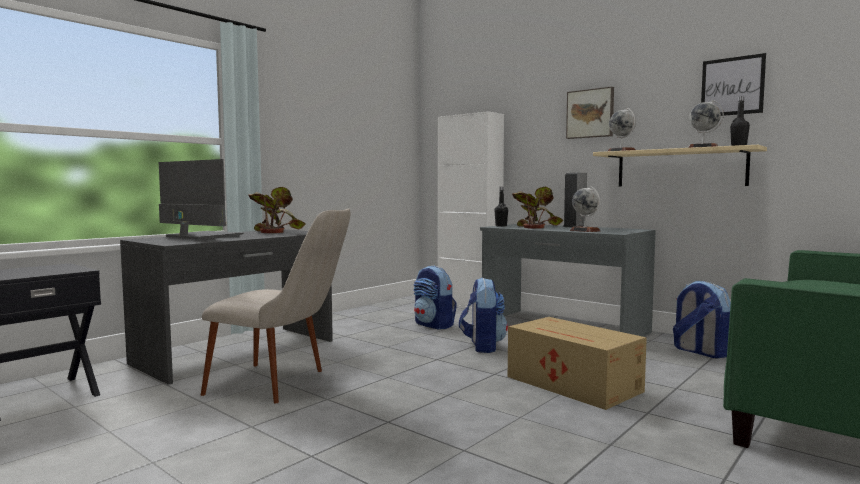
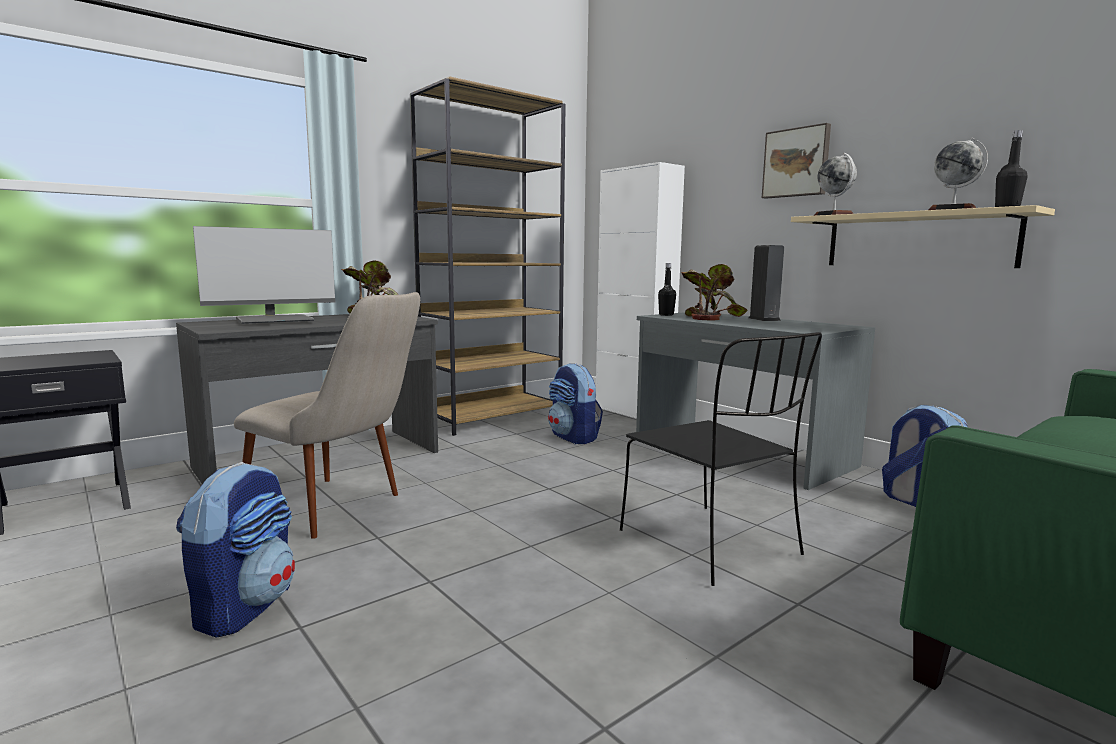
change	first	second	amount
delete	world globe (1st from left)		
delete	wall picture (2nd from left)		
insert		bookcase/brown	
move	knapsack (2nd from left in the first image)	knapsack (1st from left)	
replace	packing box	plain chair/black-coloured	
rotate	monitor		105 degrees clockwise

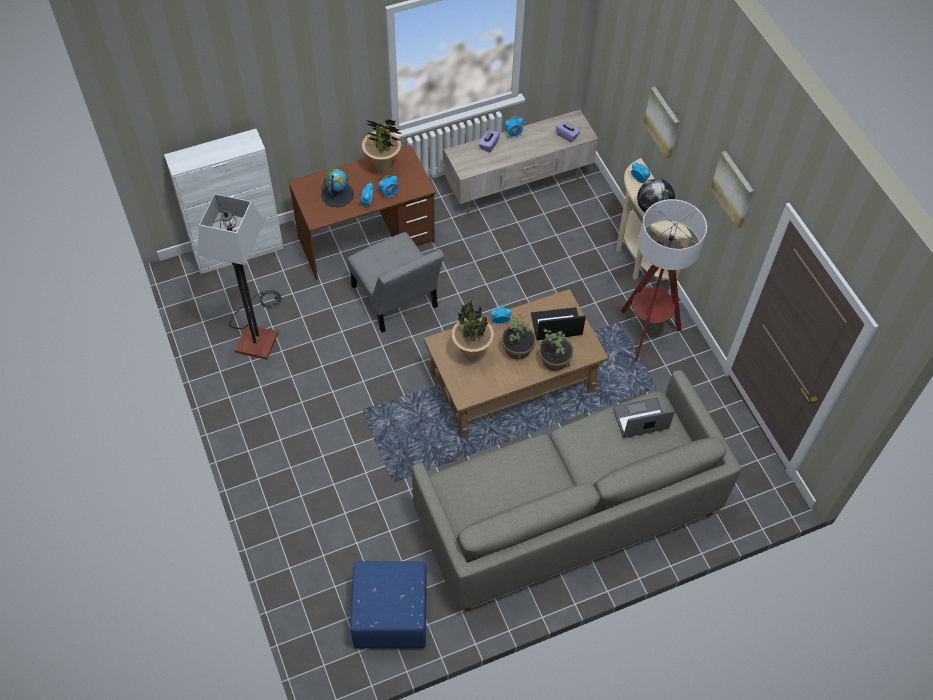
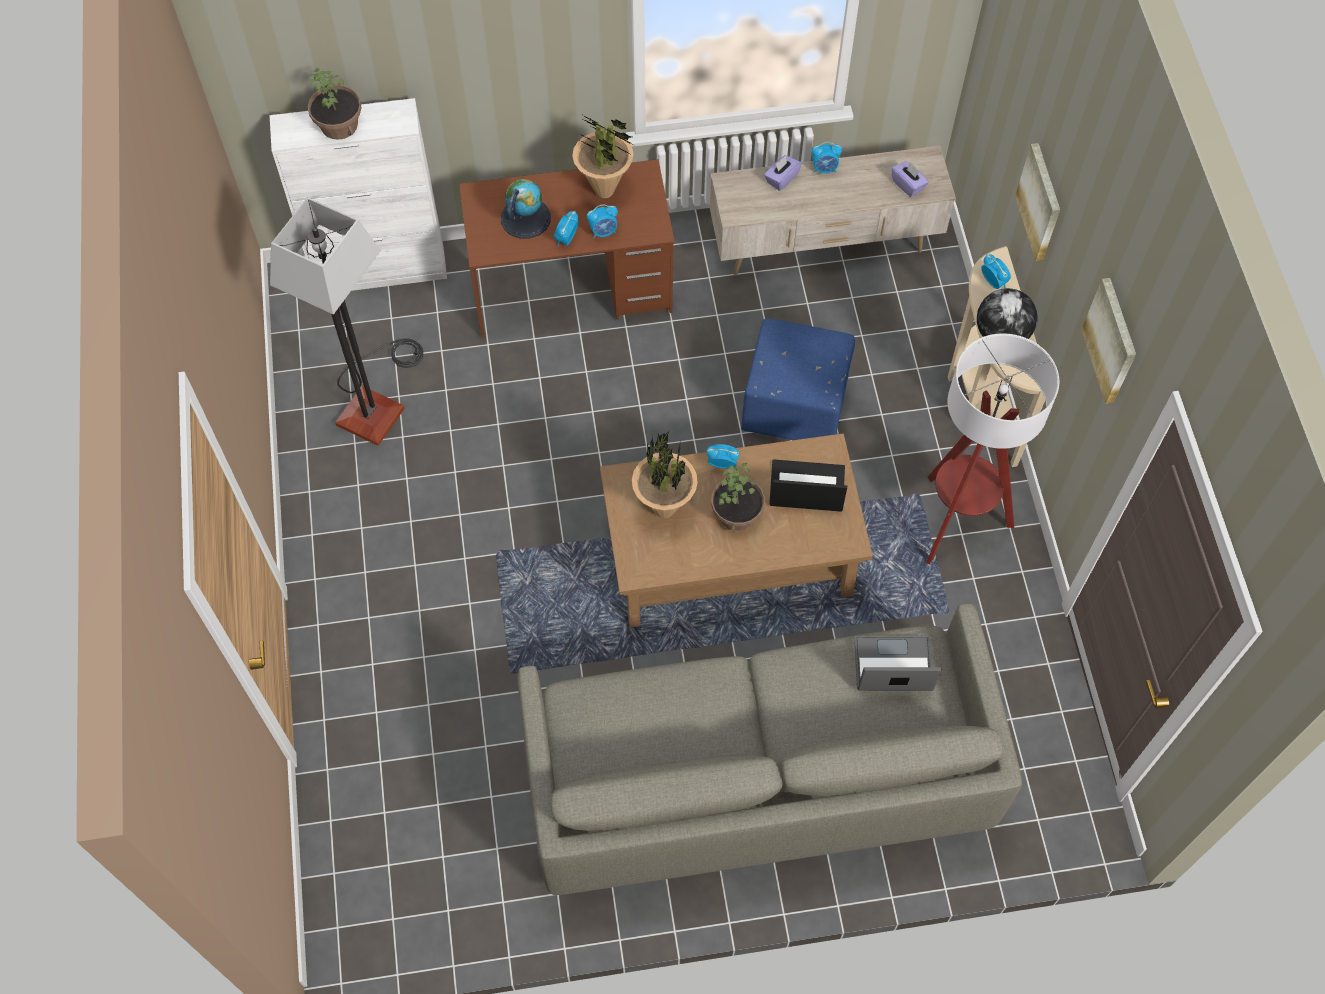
change	first	second	amount
delete	plain chair/grey		
move	ottoman/blue-coloured		
move	houseplant (4th from left in the first image)	houseplant (1st from left)	

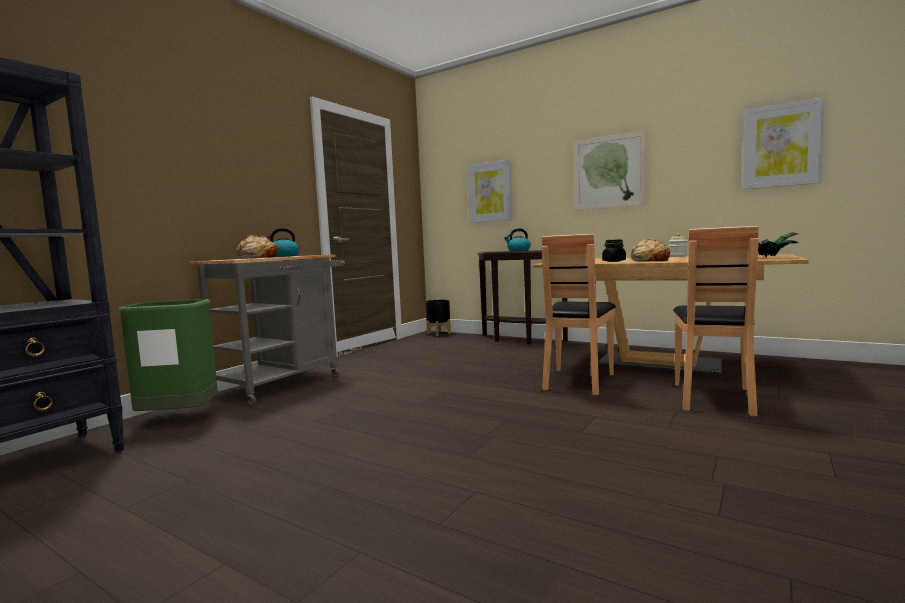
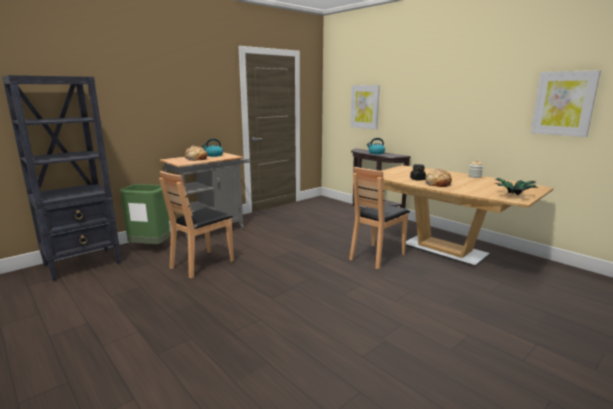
change	first	second	amount
delete	planter/black-coloured		
delete	wall picture (2nd from left)		
move	plain chair/brown (2nd from left in the first image)	plain chair/brown (1st from left)	

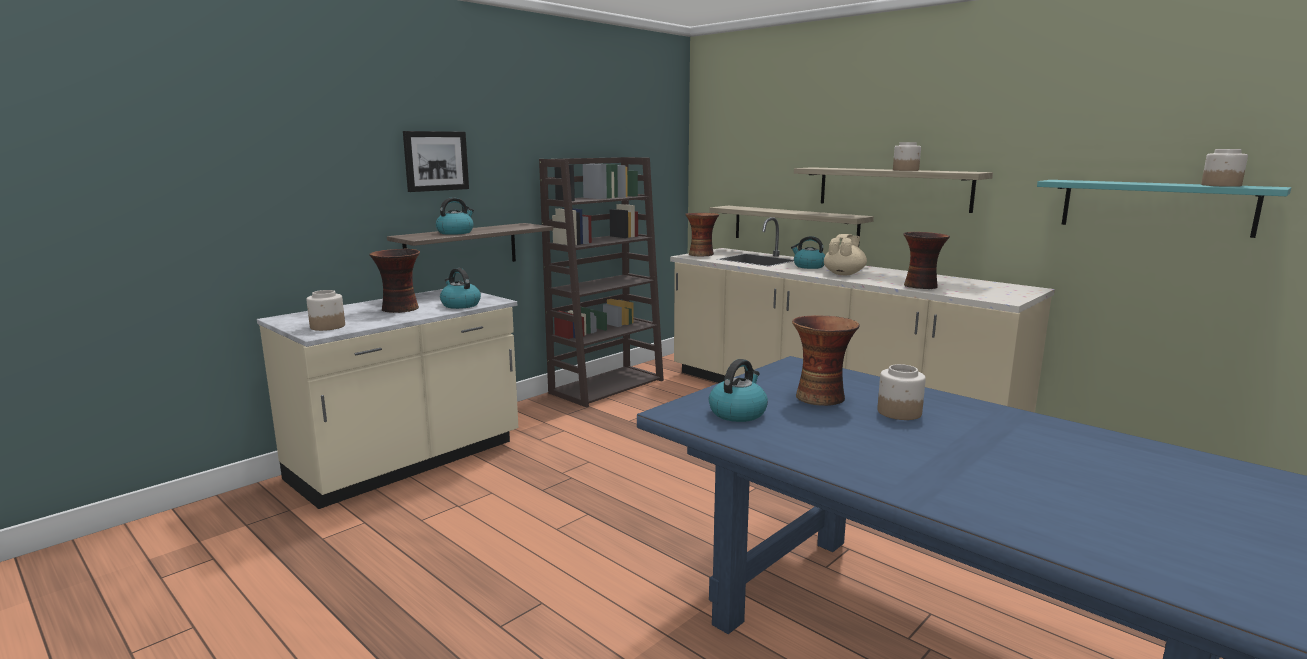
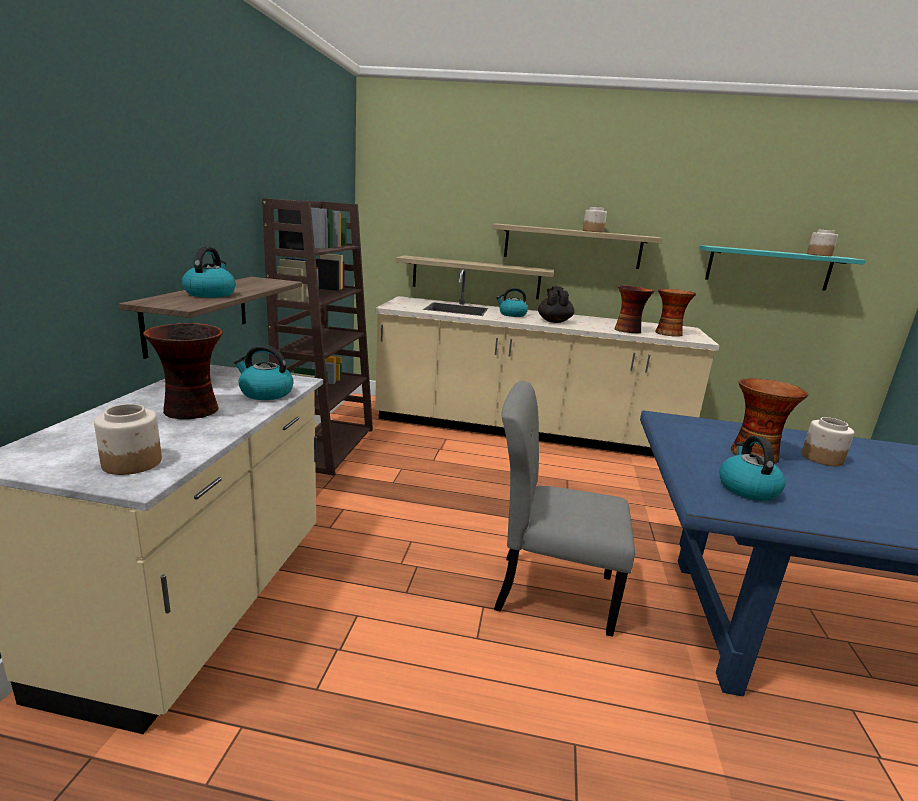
change	first	second	amount
delete	wall picture		
insert		plain chair/grey	
move	vase (2nd from left in the first image)	vase (3rd from left)	
recolor	teapot/sand-coloured	teapot/black-coloured	

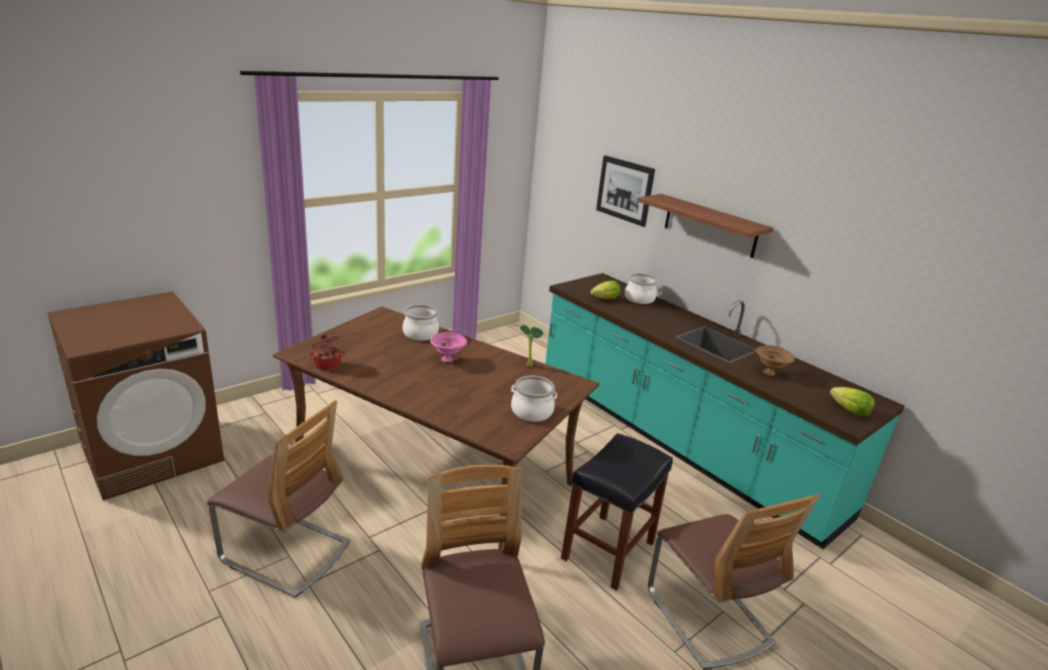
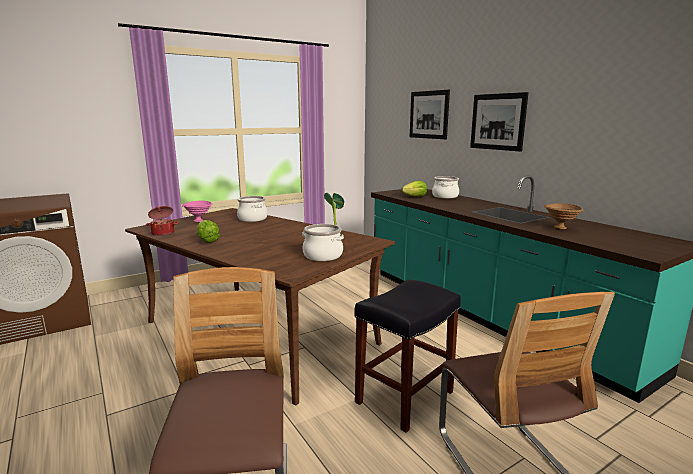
change	first	second	amount
delete	plain chair (1st from left)		
move	serving bowl/pinkish		
move	lettuce (2nd from left in the first image)	lettuce (1st from left)	
replace	shelf	wall picture (2nd from left)	

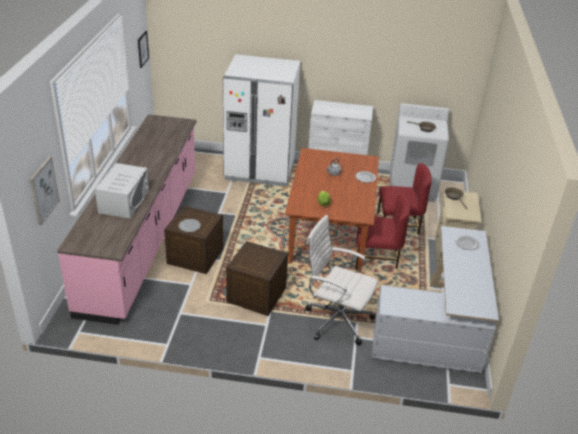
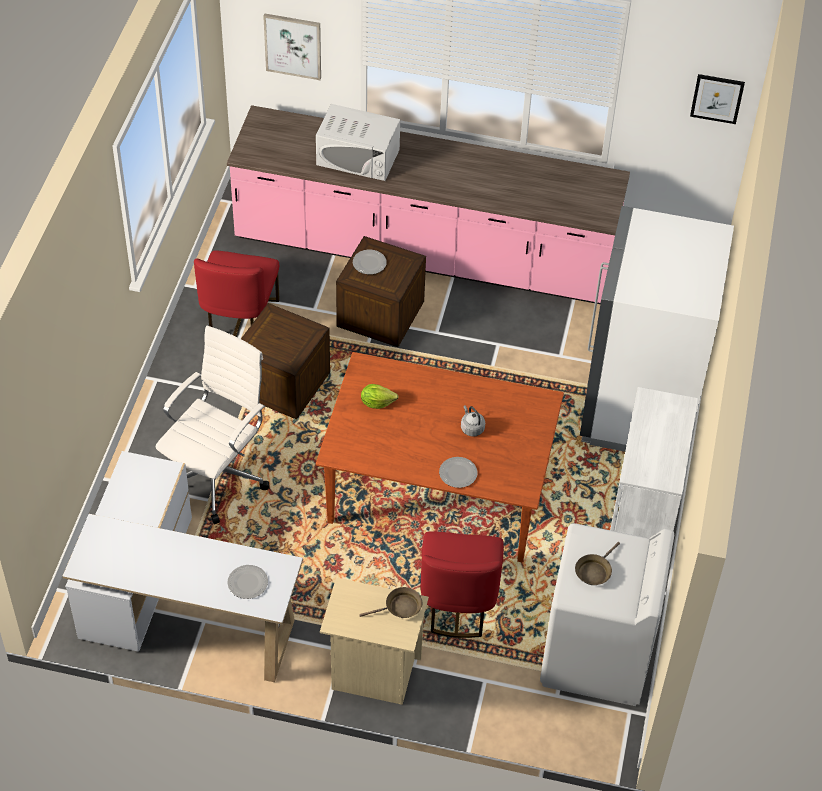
change	first	second	amount
move	plain chair/red (1st from left)		

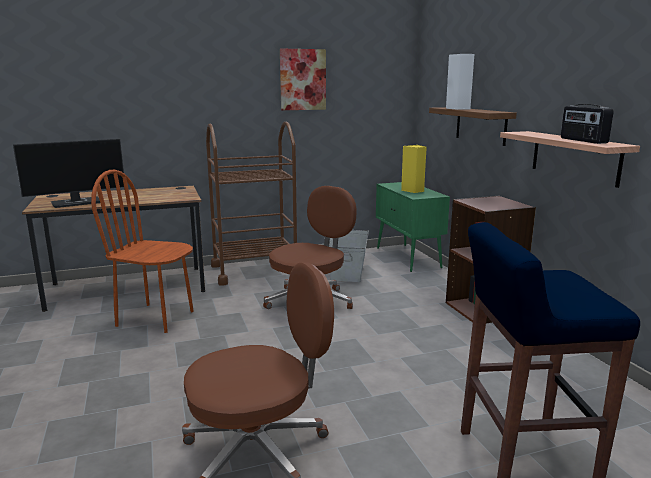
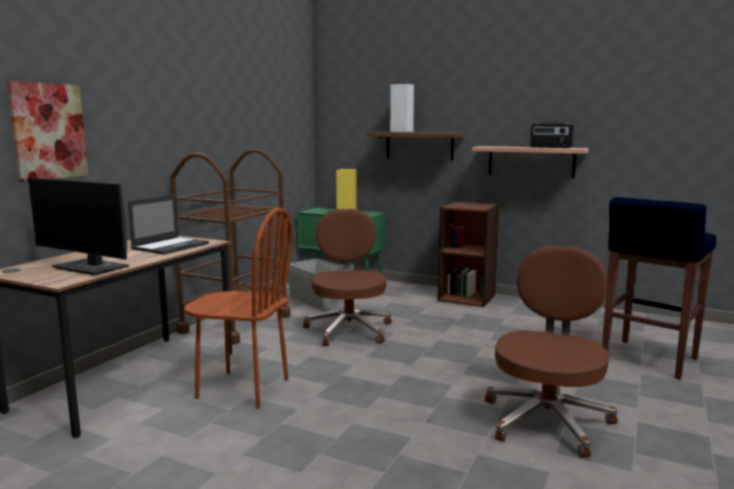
change	first	second	amount
insert		portable computer	
move	wall picture		
rotate	monitor		105 degrees clockwise
rotate	plain chair/brown		135 degrees counterclockwise

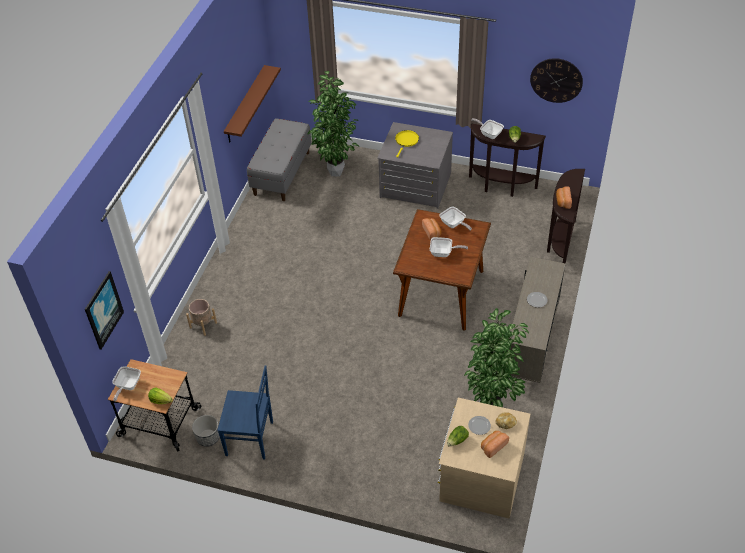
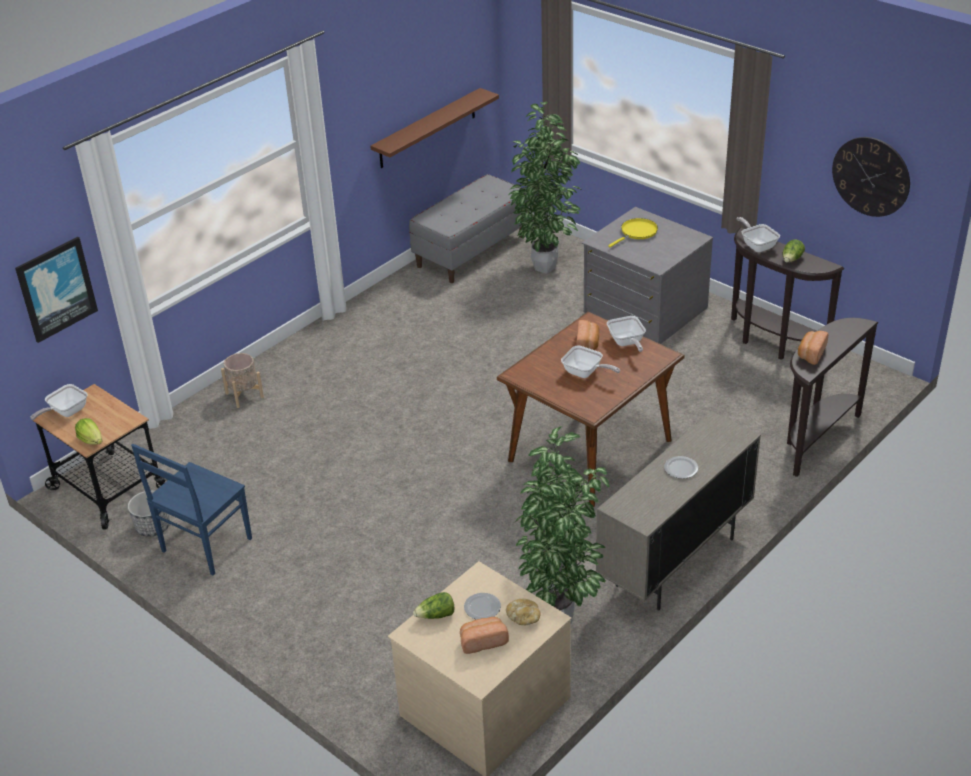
change	first	second	amount
rotate	plain chair/blue-coloured		90 degrees clockwise

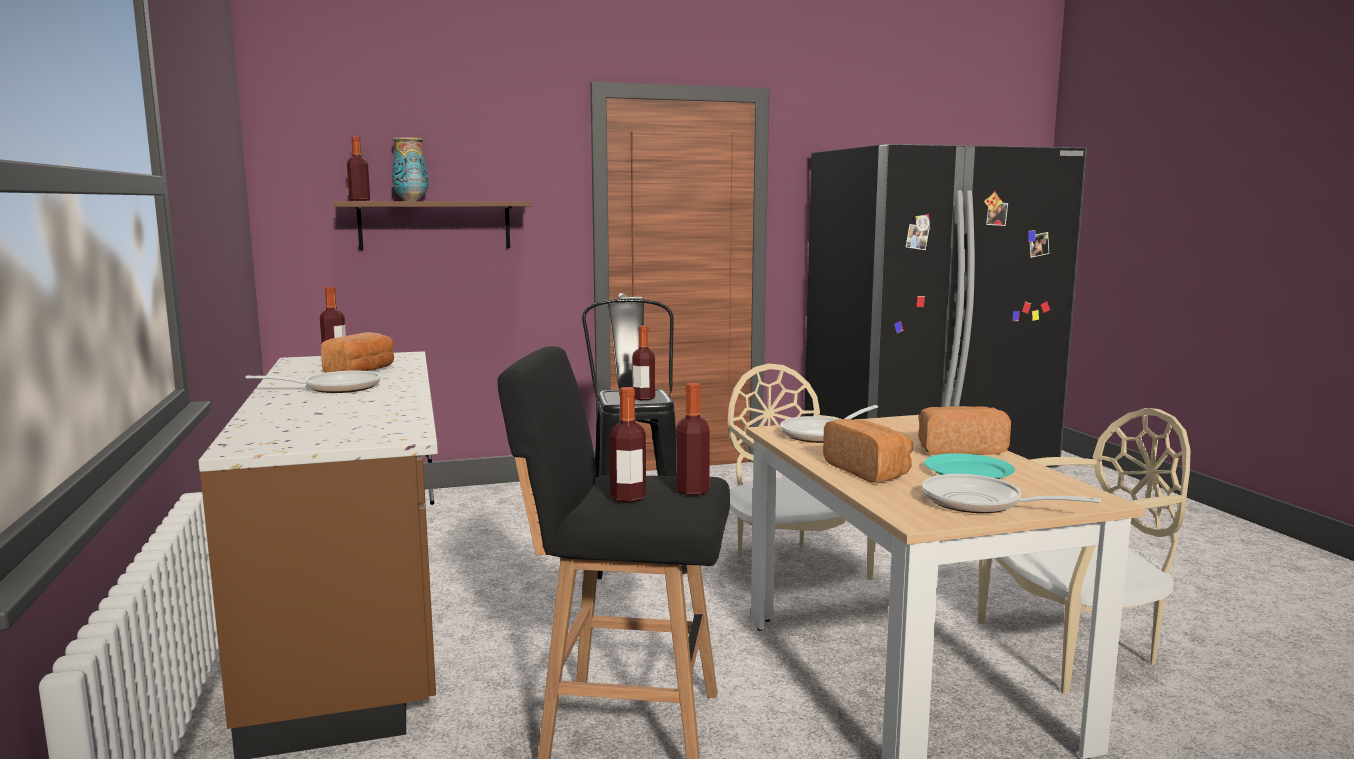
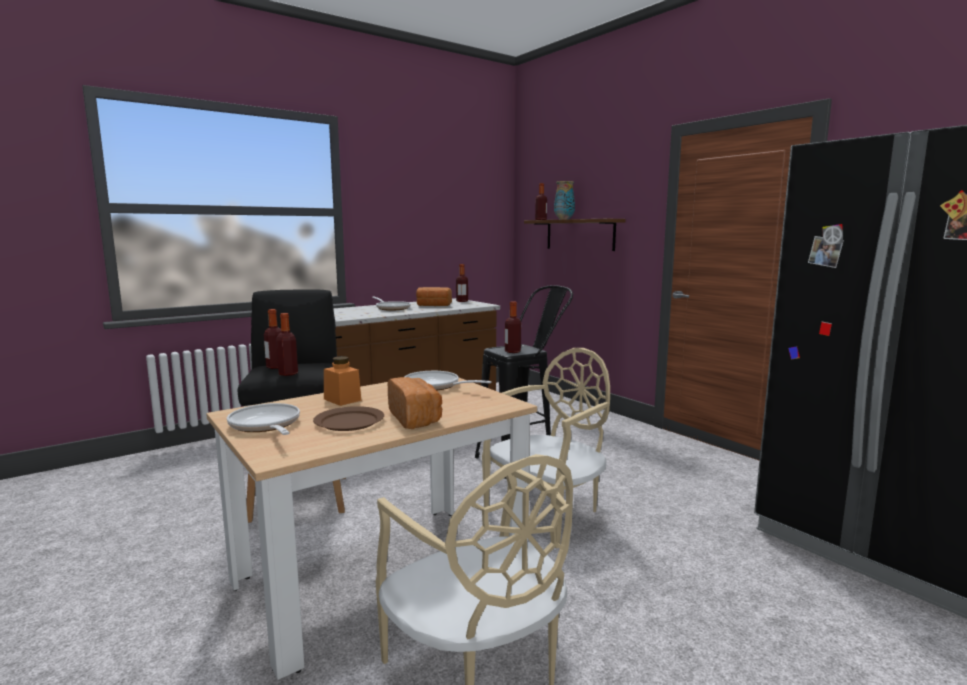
change	first	second	amount
replace	bread (2nd from left)	preserve jar/orangey	
recolor	flat dish/blue-green	flat dish/brown	
rotate	skillet (3rd from left in the first image)	skillet (1st from left)	45 degrees counterclockwise

